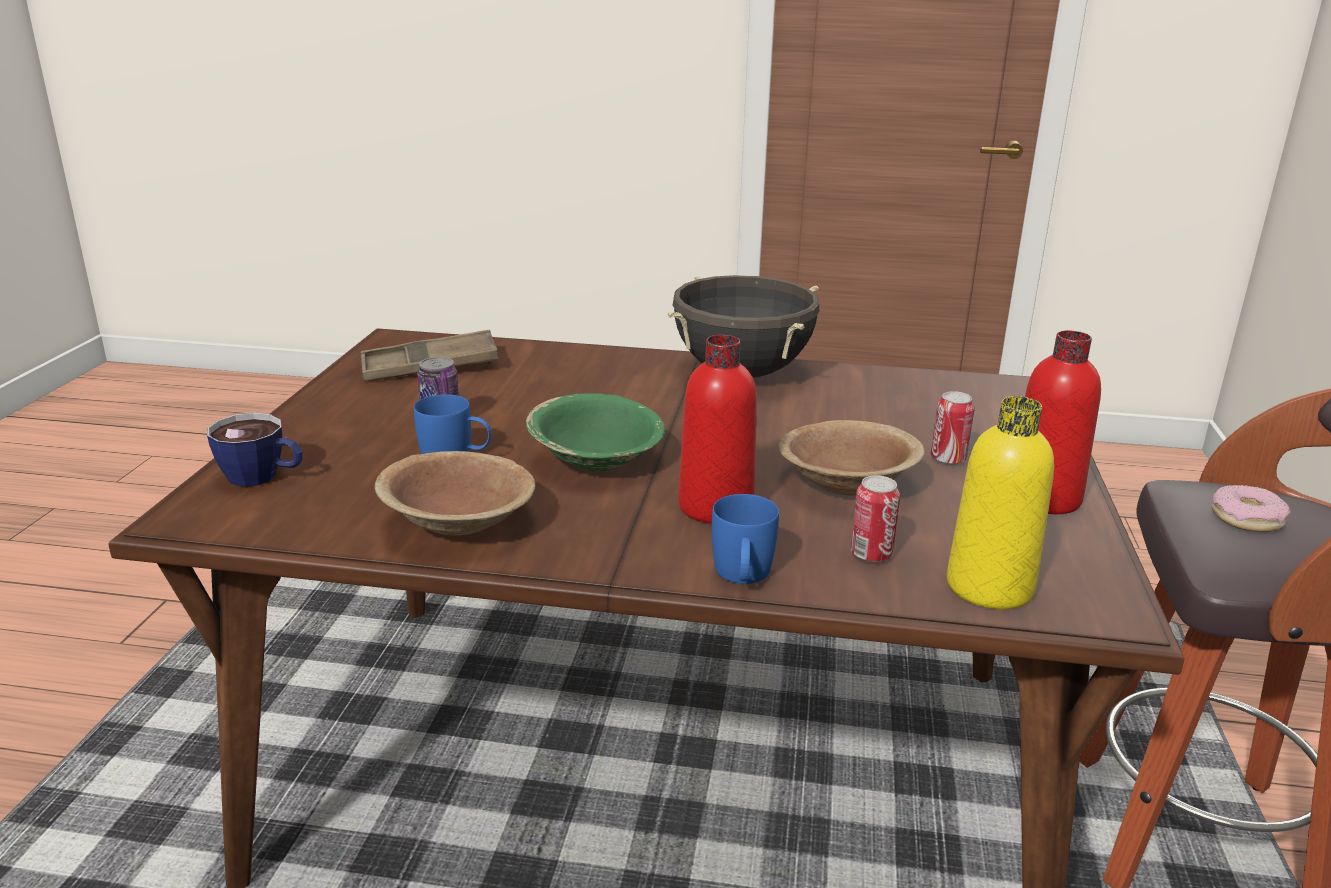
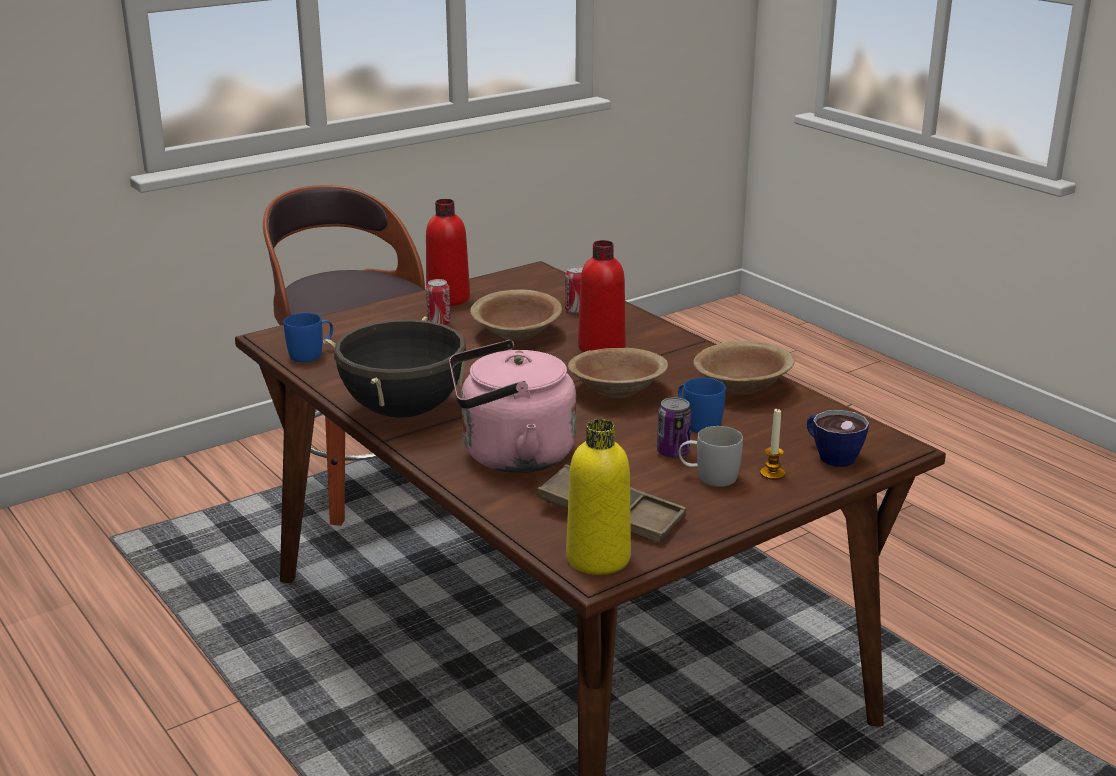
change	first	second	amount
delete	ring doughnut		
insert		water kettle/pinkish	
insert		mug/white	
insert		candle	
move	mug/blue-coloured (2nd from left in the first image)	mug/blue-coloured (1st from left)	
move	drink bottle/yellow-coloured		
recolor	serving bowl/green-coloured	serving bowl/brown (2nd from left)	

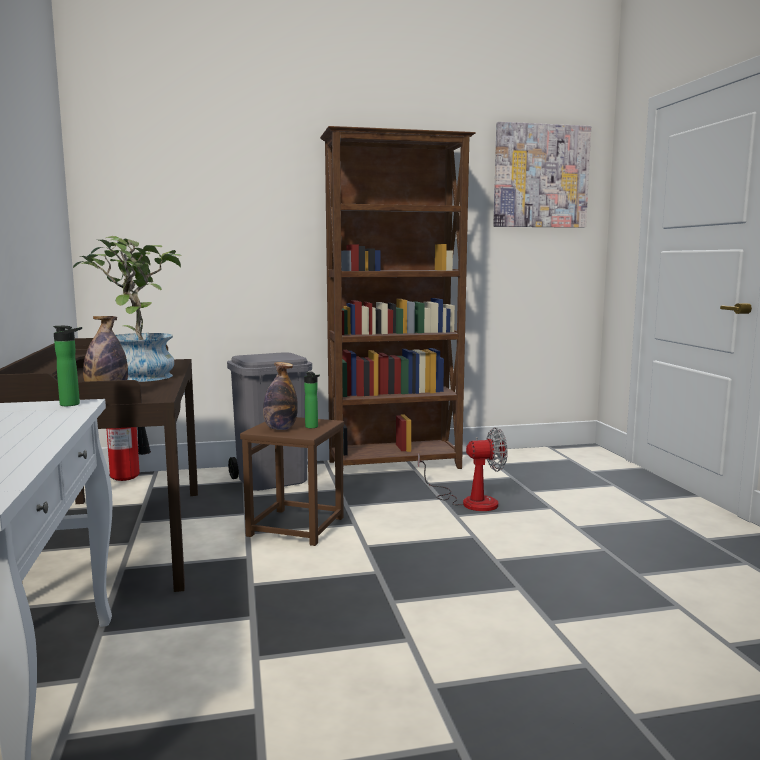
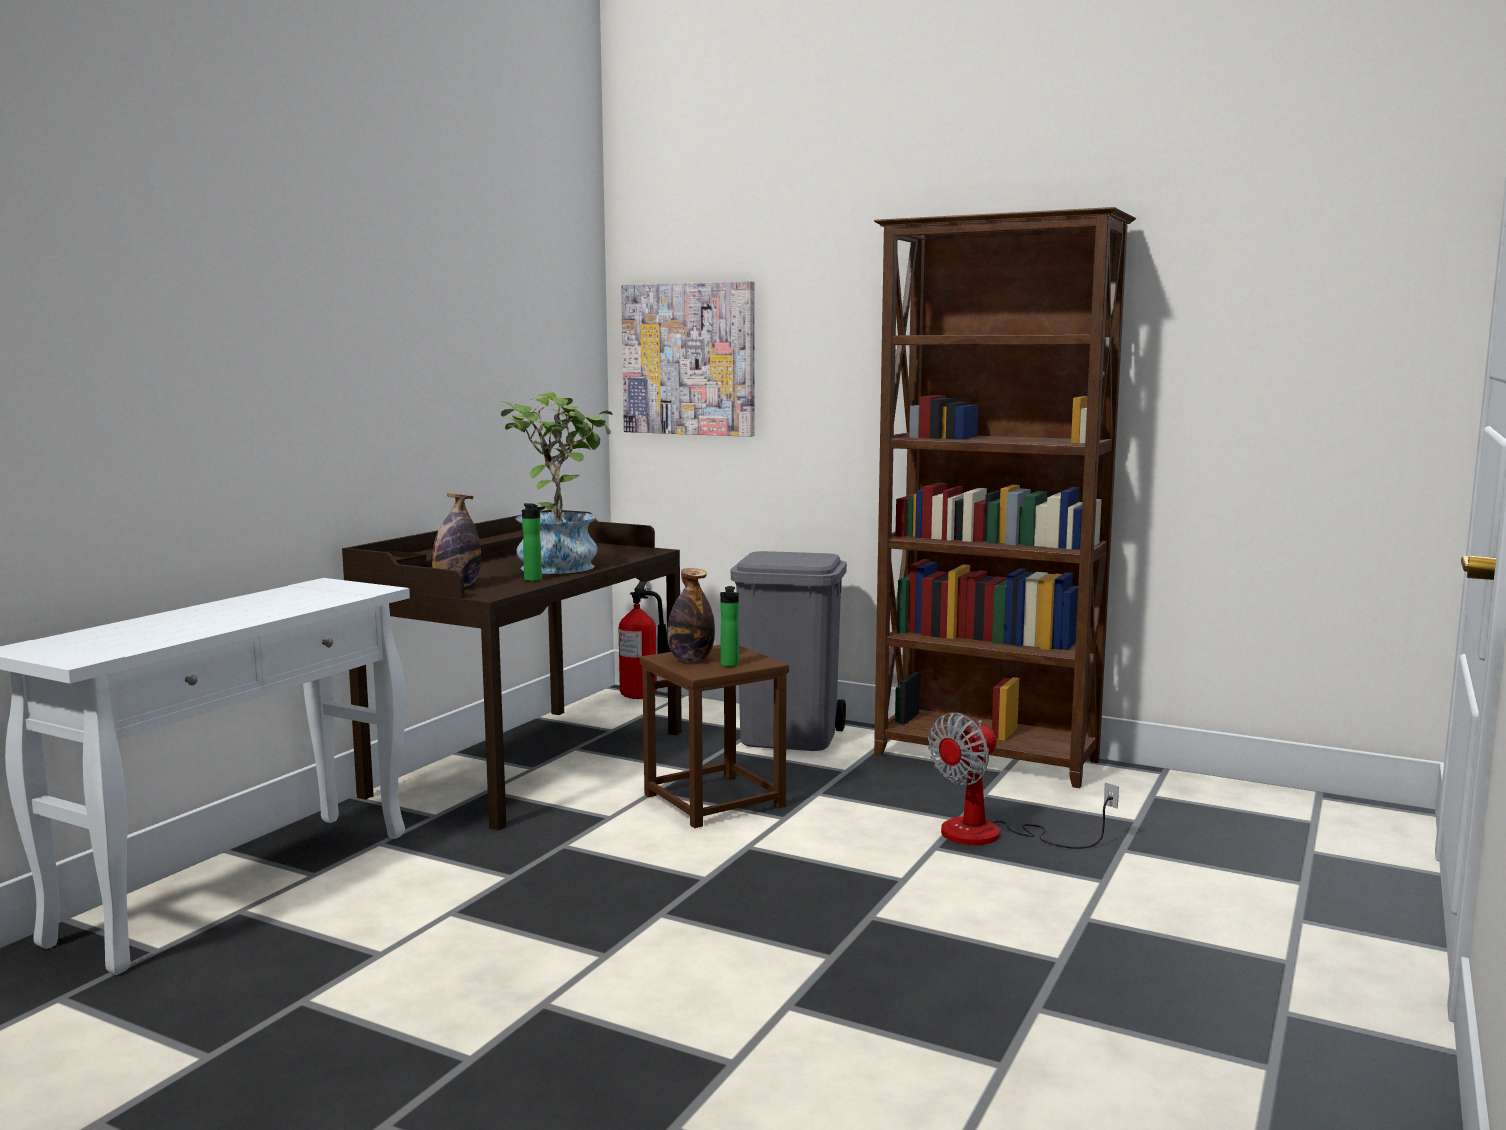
change	first	second	amount
move	drink bottle (1st from left in the first image)	drink bottle (2nd from left)	
move	wall picture		
rotate	electric fan		105 degrees clockwise

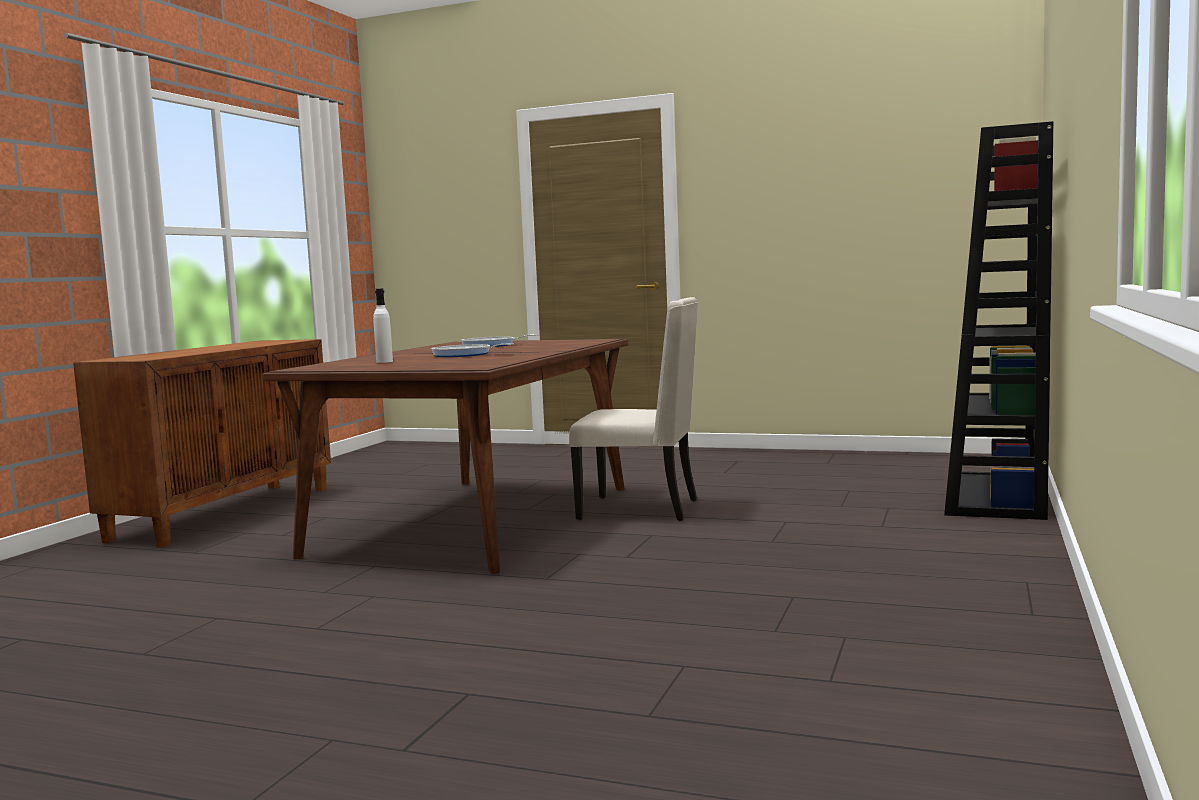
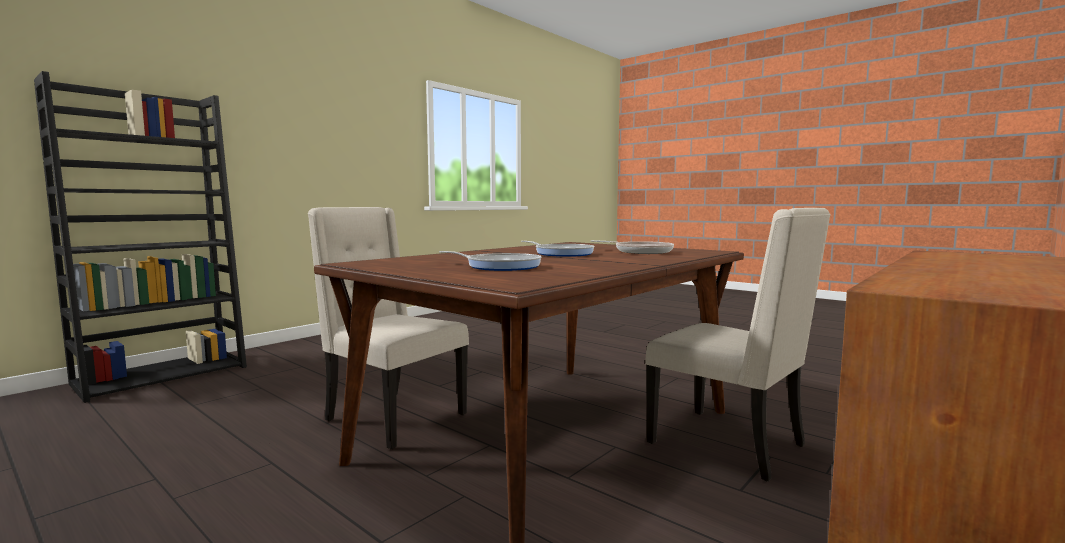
change	first	second	amount
insert		plain chair/sand-coloured (2nd from left)	
replace	drink bottle/white	skillet (3rd from left)	

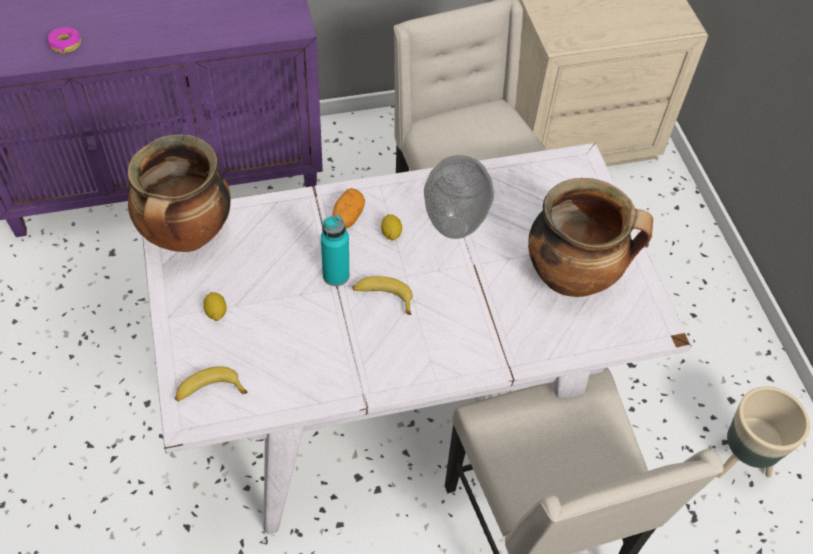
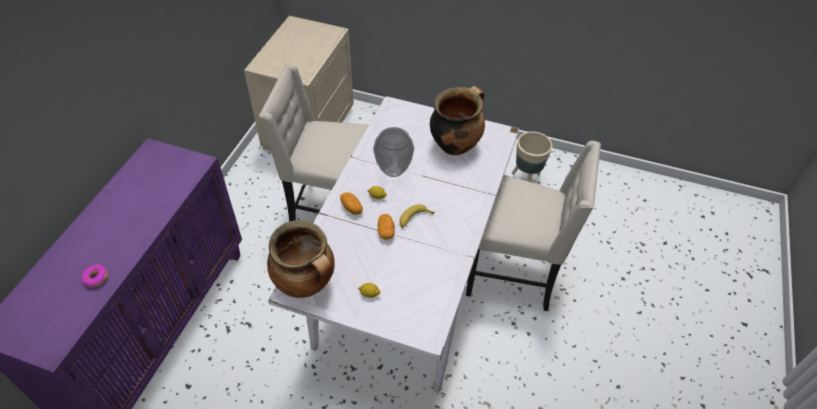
change	first	second	amount
delete	whole banana (1st from left)		
replace	drink bottle/blue-green	potato (2nd from left)	

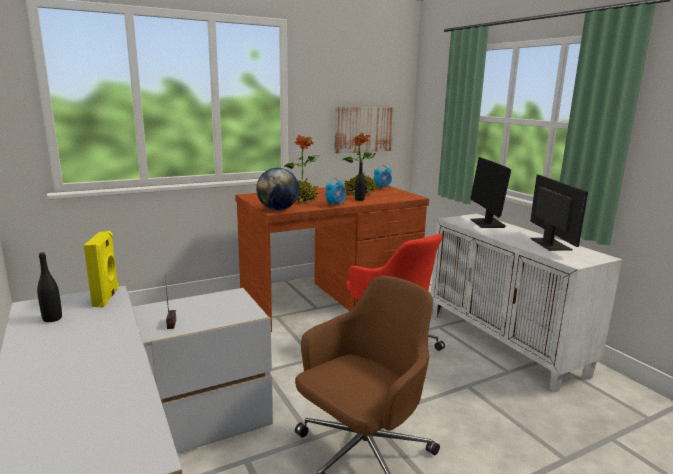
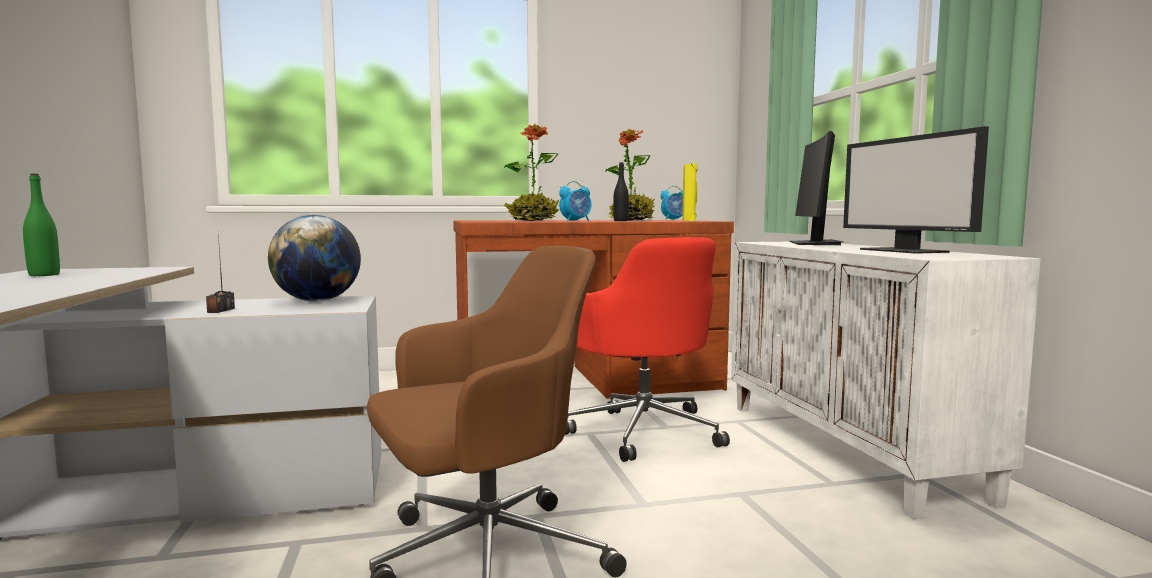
change	first	second	amount
delete	wall picture		
move	audio speaker/yellow-coloured		
move	world globe		
recolor	drink bottle/black-coloured (1st from left)	drink bottle/green-coloured	
rotate	monitor (2nd from left)		150 degrees clockwise

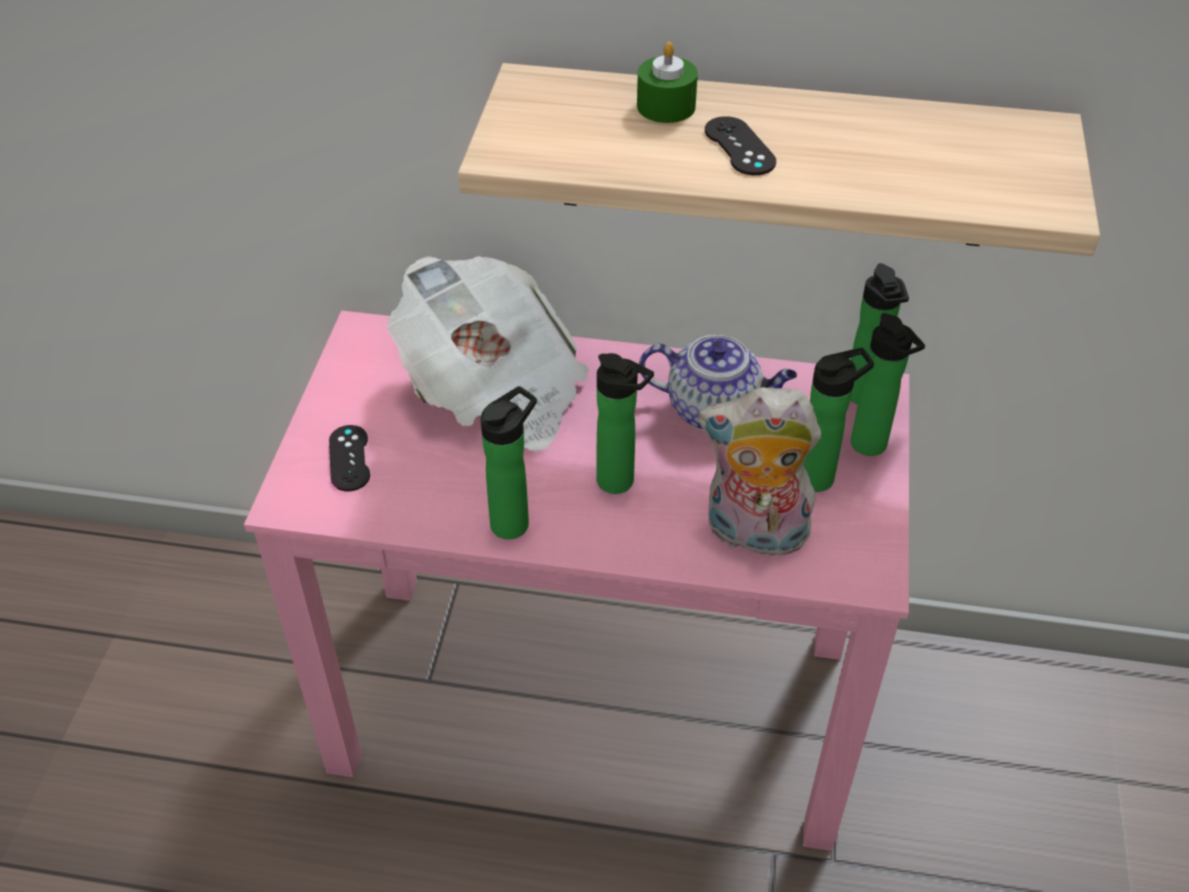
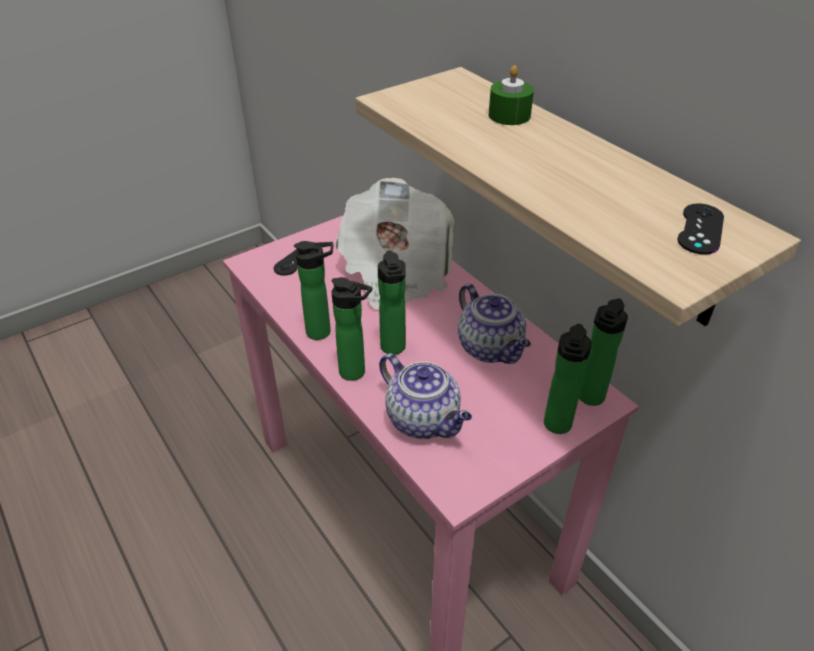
change	first	second	amount
move	game controller/black-coloured (2nd from left)		
move	drink bottle (3rd from left in the first image)	drink bottle (2nd from left)	
replace	plush toy	teapot (1st from left)	

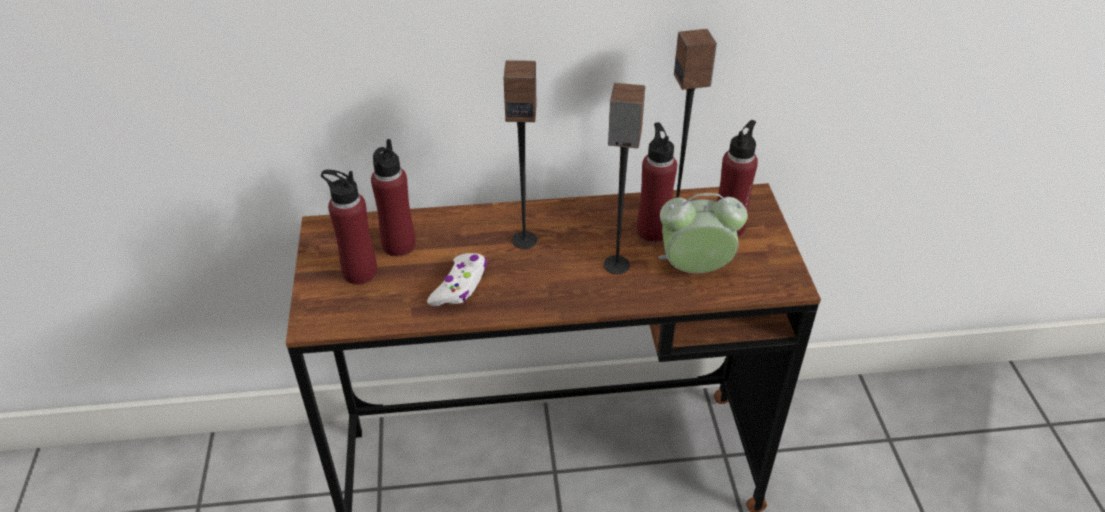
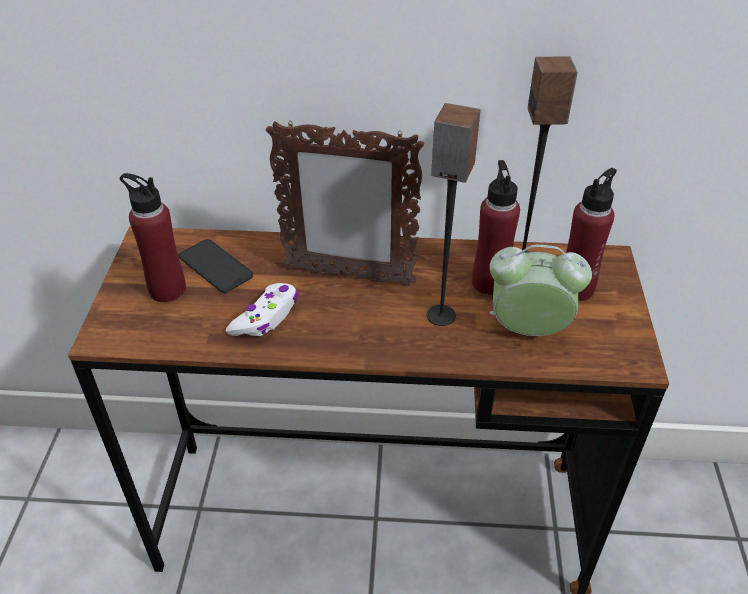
change	first	second	amount
replace	drink bottle/red (2nd from left)	telephone	
replace	audio speaker (1st from left)	picture frame	

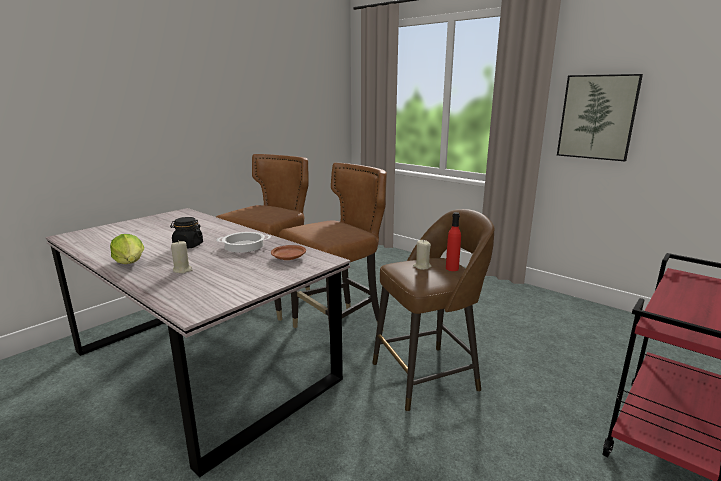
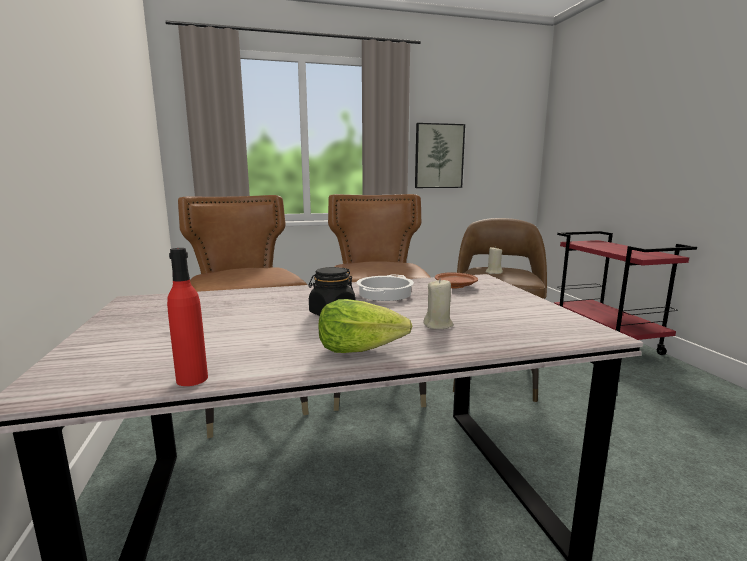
change	first	second	amount
move	drink bottle/red		

